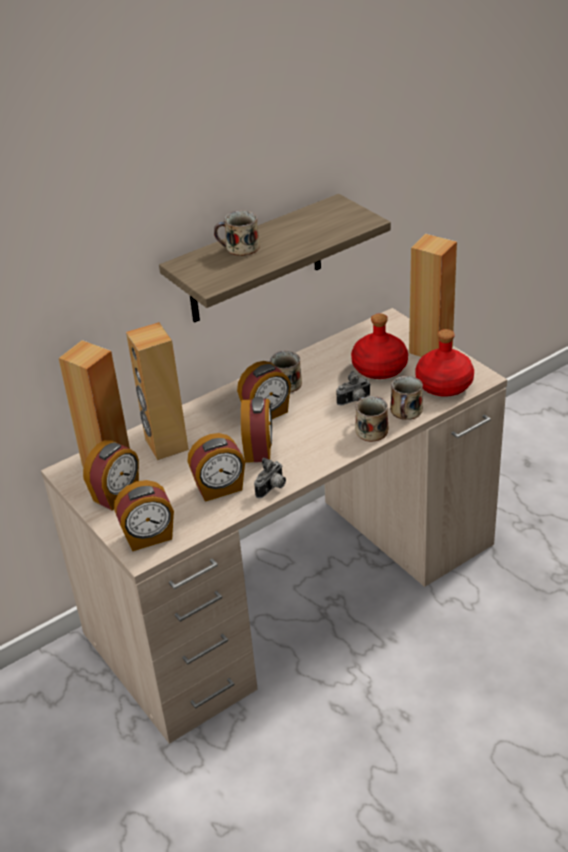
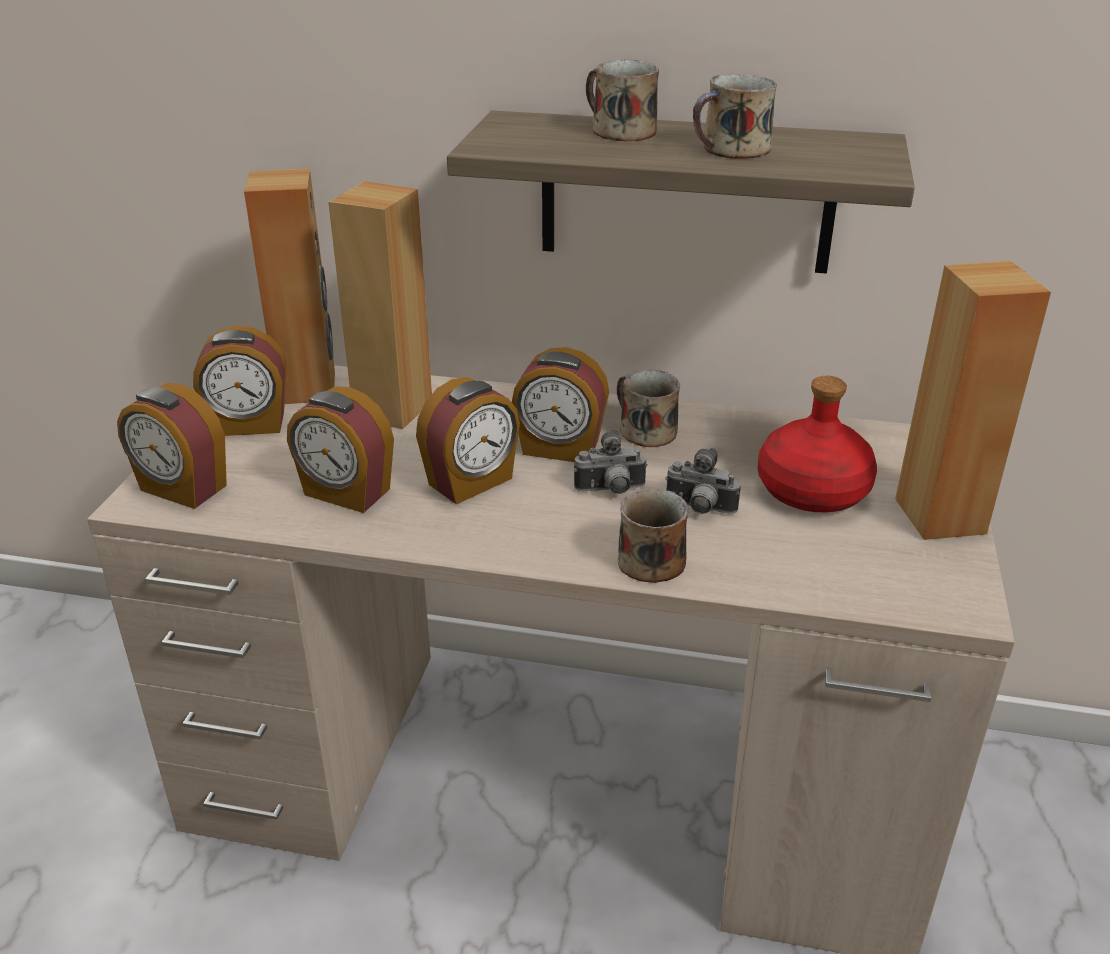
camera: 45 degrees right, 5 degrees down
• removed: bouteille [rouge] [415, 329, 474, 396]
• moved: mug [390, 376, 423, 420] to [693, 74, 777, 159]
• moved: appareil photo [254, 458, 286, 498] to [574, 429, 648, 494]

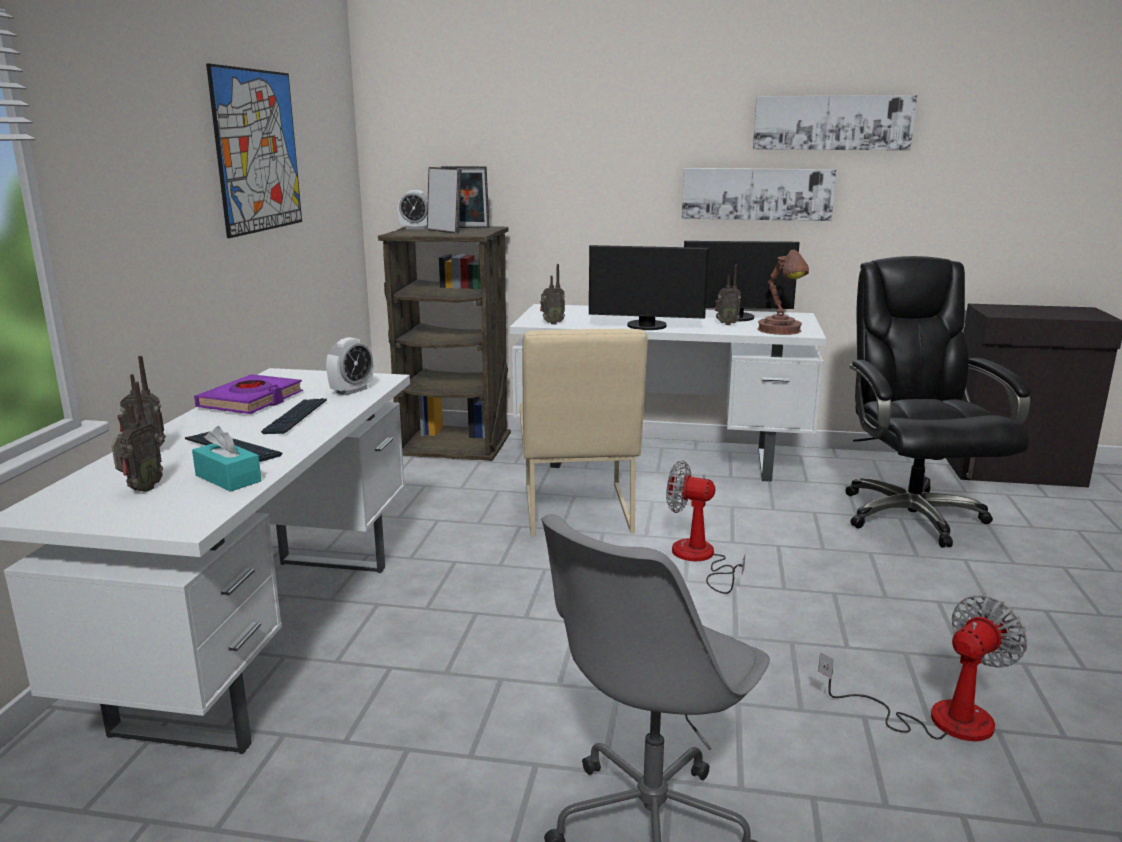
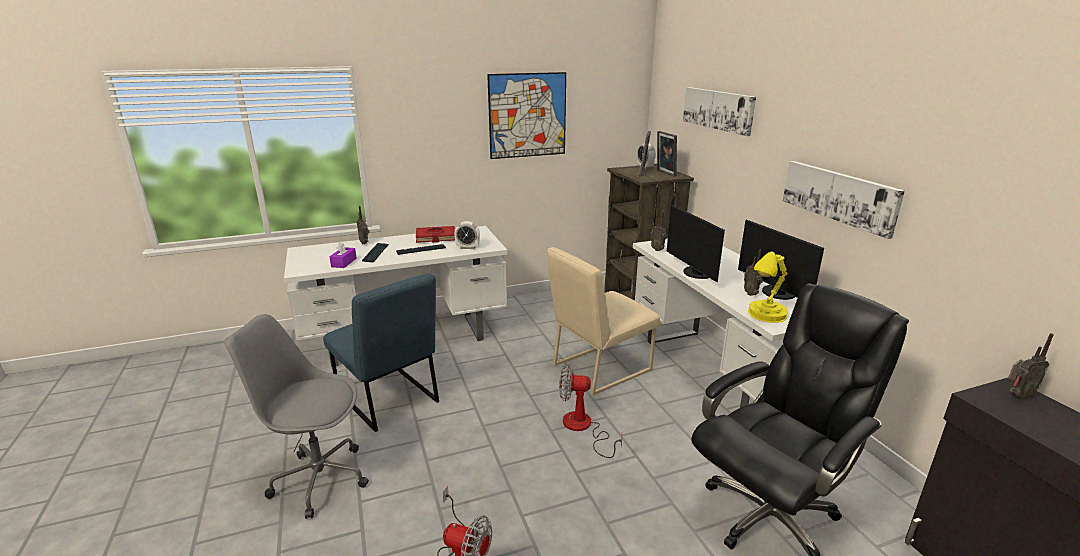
camera: 60 degrees right, 5 degrees up
• moved: tableau [753, 95, 917, 150] to [683, 87, 756, 136]
• recoloured: lampe de table [marron] [758, 249, 809, 335] to lampe de table [jaune] [748, 252, 788, 323]
• recoloured: livre [violet] [194, 374, 303, 414] to livre [rouge] [416, 226, 455, 243]
• moved: radio [112, 382, 163, 492] to [1008, 333, 1054, 400]
• recoloured: boîte à mouchoirs [turquoise] [192, 426, 261, 492] to boîte à mouchoirs [violet] [329, 242, 357, 268]
• turned: ventilateur [666, 461, 746, 594] = [559, 364, 622, 458] 75 degrees counterclockwise
• added: chaise [bleu] [323, 273, 439, 432]

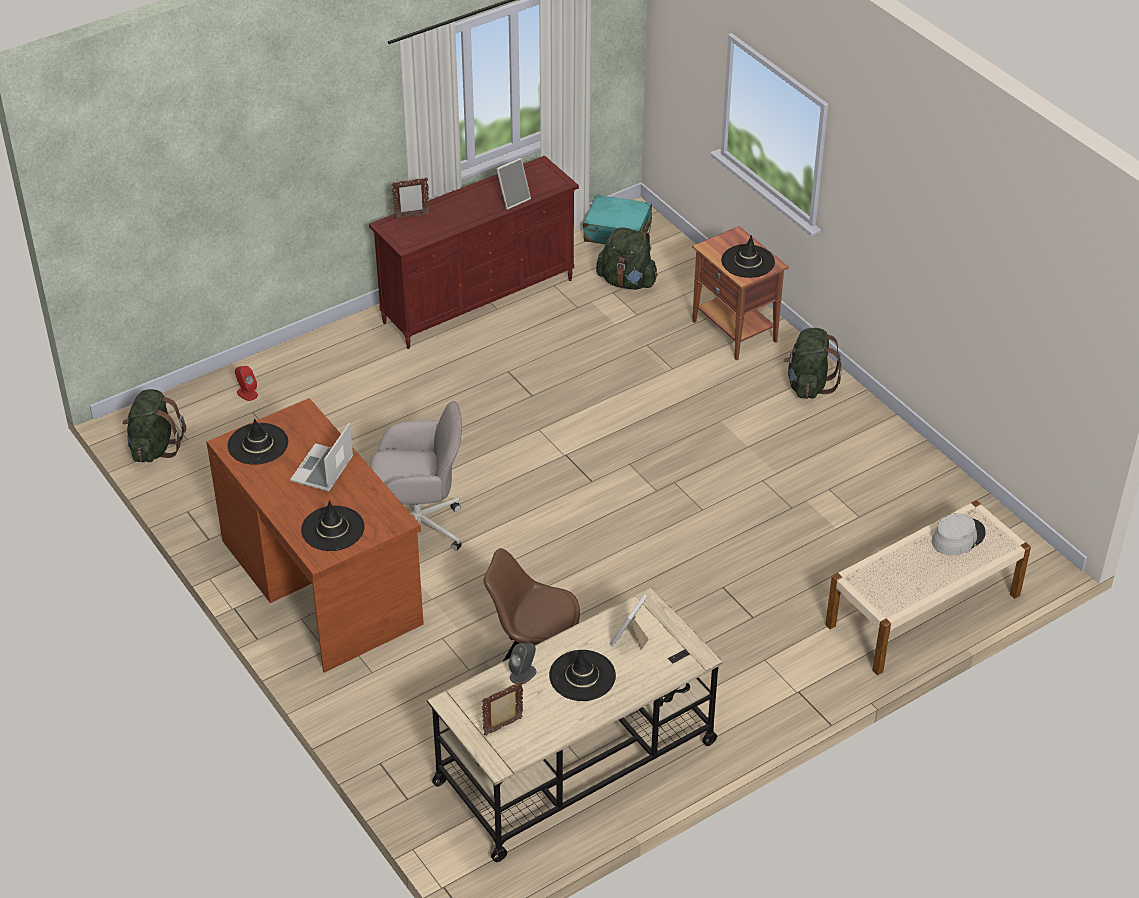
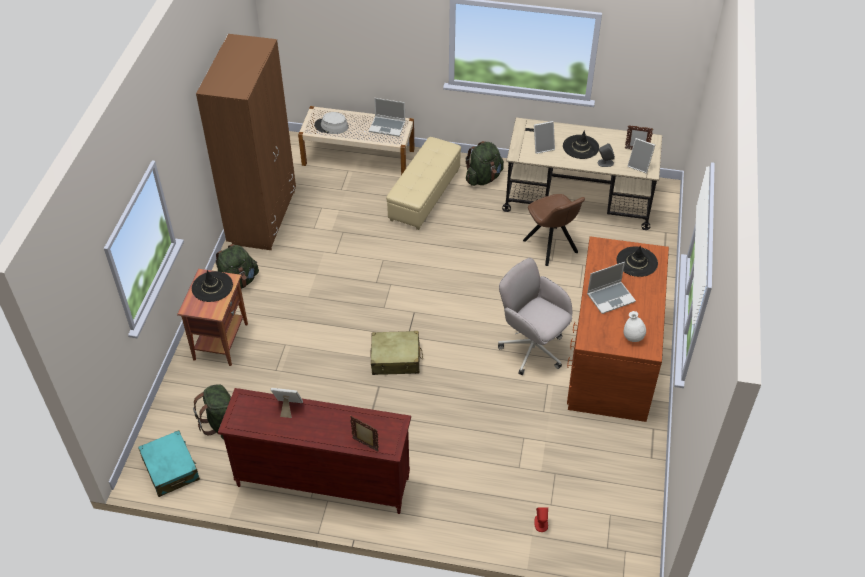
camera: 135 degrees left, 5 degrees up
• moved: sac à dos [vert] [123, 389, 186, 463] to [466, 141, 504, 186]
• replaced: chapeau [noir] [228, 419, 288, 465] to vase [blanc] [624, 311, 646, 342]
• added: armoire [marron] [196, 34, 296, 250]
• added: ordinateur portable [369, 98, 406, 137]
• added: pouf [beige] [386, 137, 461, 230]
• added: cadre photo [627, 138, 655, 173]
• added: valise [beige] [370, 331, 423, 375]

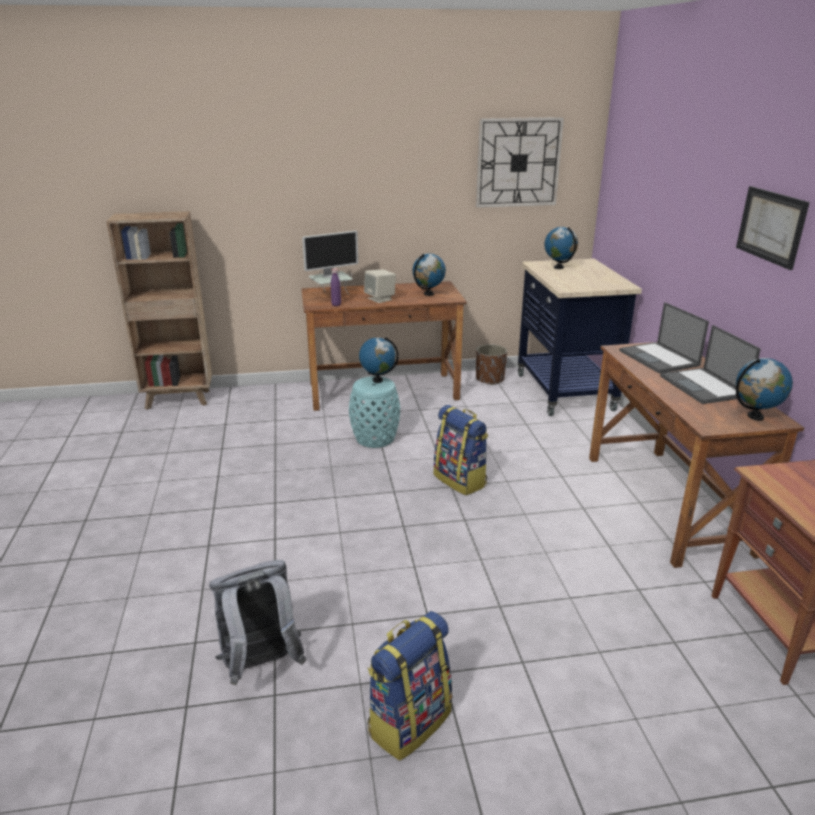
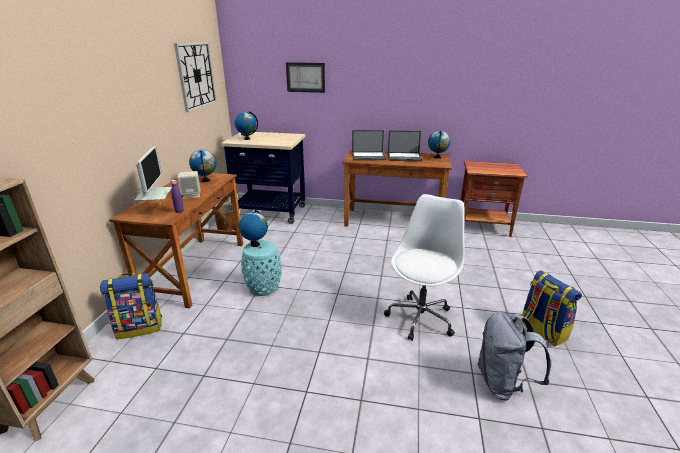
camera: 70 degrees left, 0 degrees up
• moved: tableau [736, 186, 810, 270] to [286, 62, 325, 93]
• moved: sac à dos [434, 405, 488, 496] to [100, 273, 162, 339]
• added: chaise de bureau [blanc] [384, 194, 465, 341]

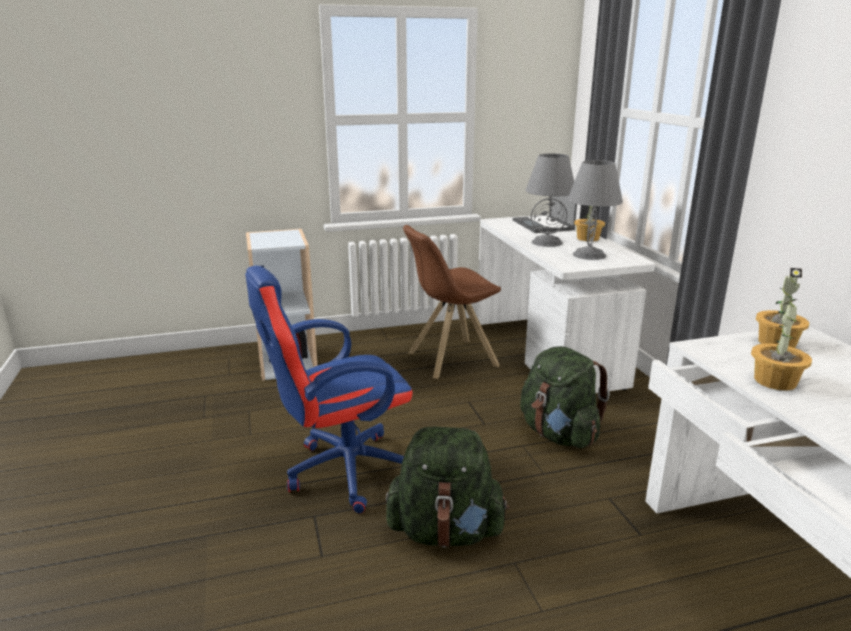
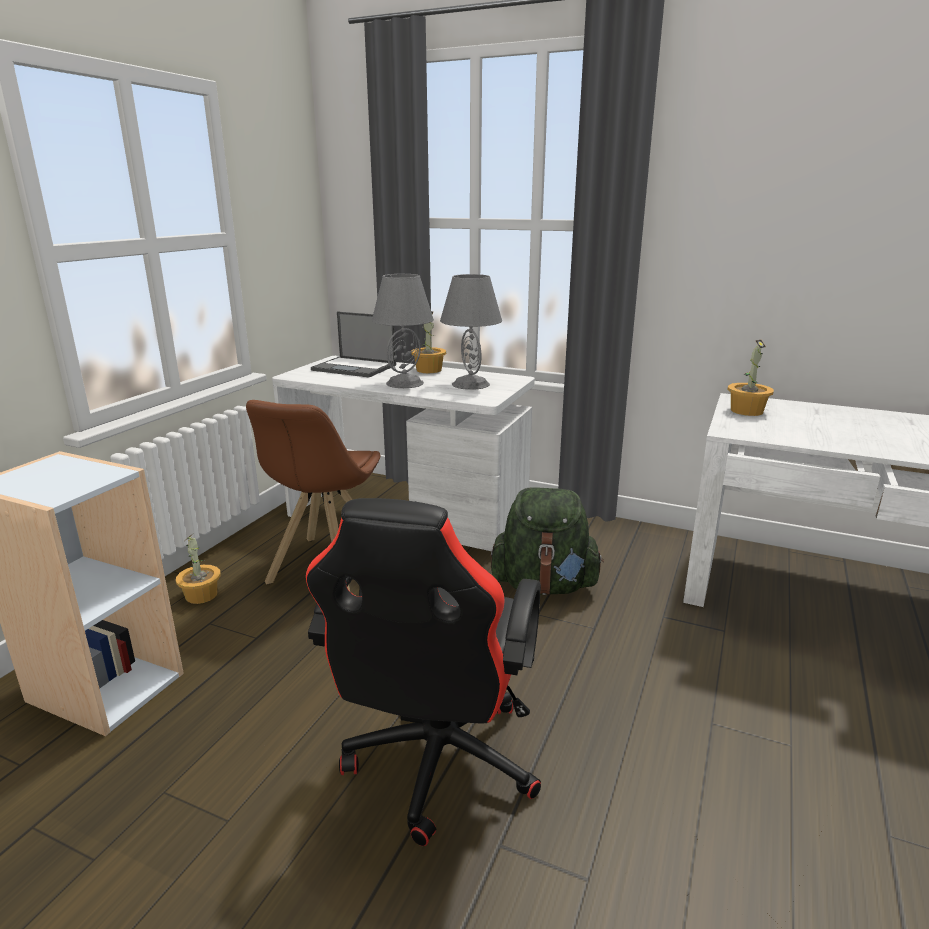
camera: 50 degrees left, 0 degrees up
• recoloured: chaise de bureau [bleu] [245, 266, 412, 514] to chaise de bureau [noir] [306, 498, 541, 846]
• moved: plante en pot [751, 299, 812, 391] to [176, 533, 221, 604]
• removed: sac à dos [vert] [385, 427, 510, 547]

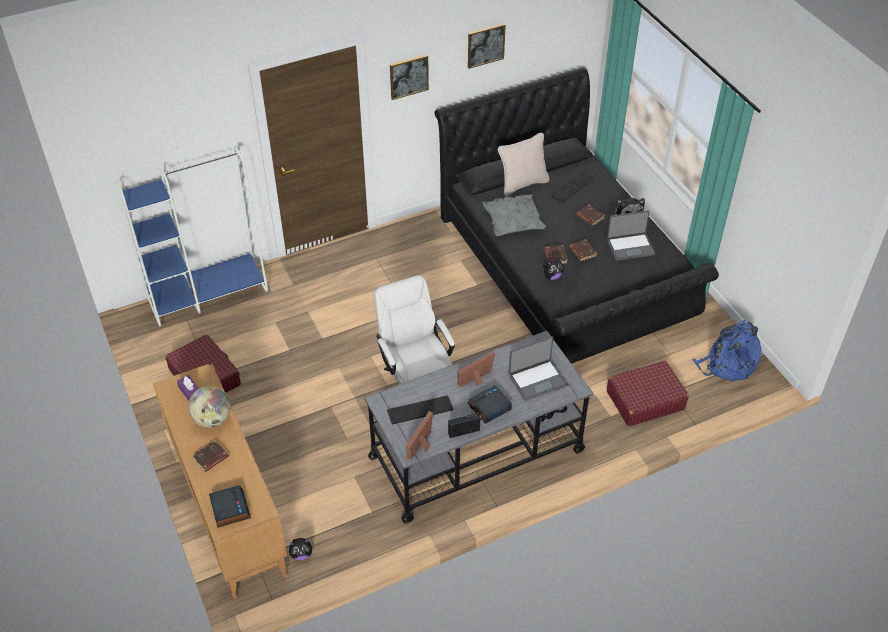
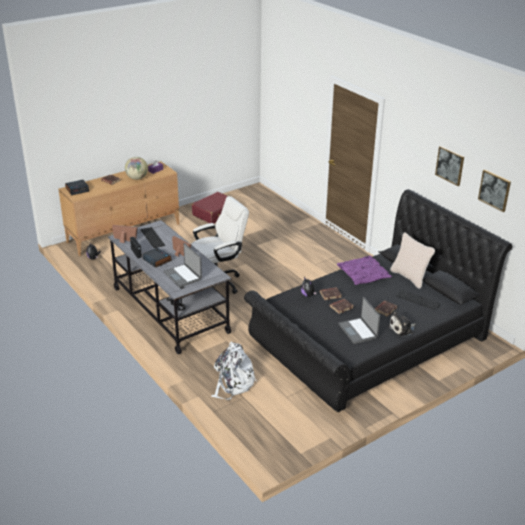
camera: 80 degrees right, 15 degrees down
• moved: tableau [390, 55, 429, 100] to [478, 170, 511, 212]
• removed: portant [bleu] [116, 147, 268, 327]
• recoloured: coussin [gris] [482, 194, 546, 236] to coussin [violet] [337, 256, 392, 285]
• removed: sac à dos [bleu] [693, 320, 762, 382]
• replaced: valise [rouge] [607, 361, 689, 426] to sac à dos [blanc] [211, 342, 257, 400]

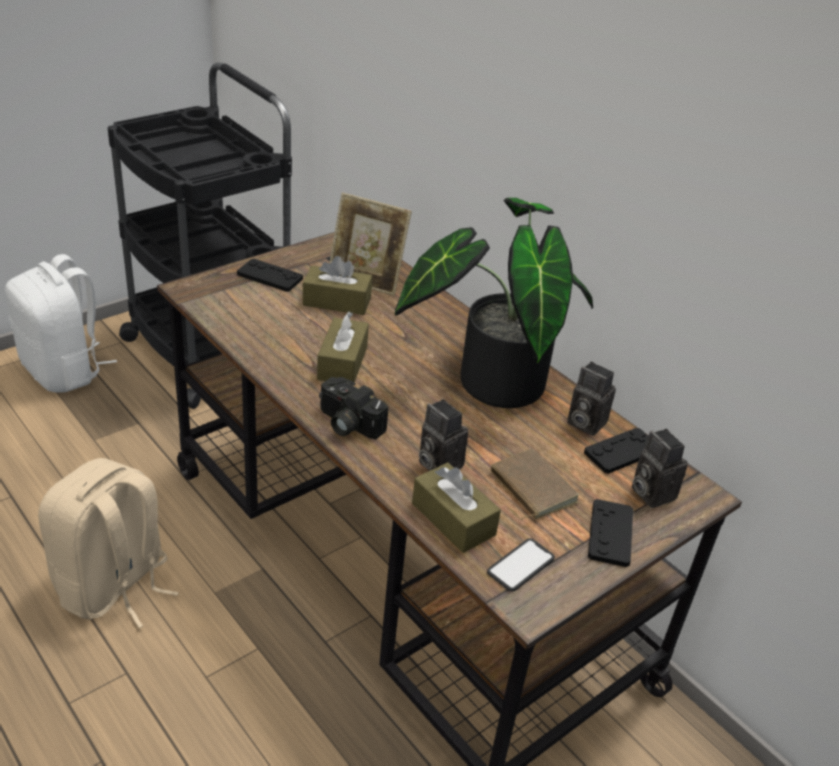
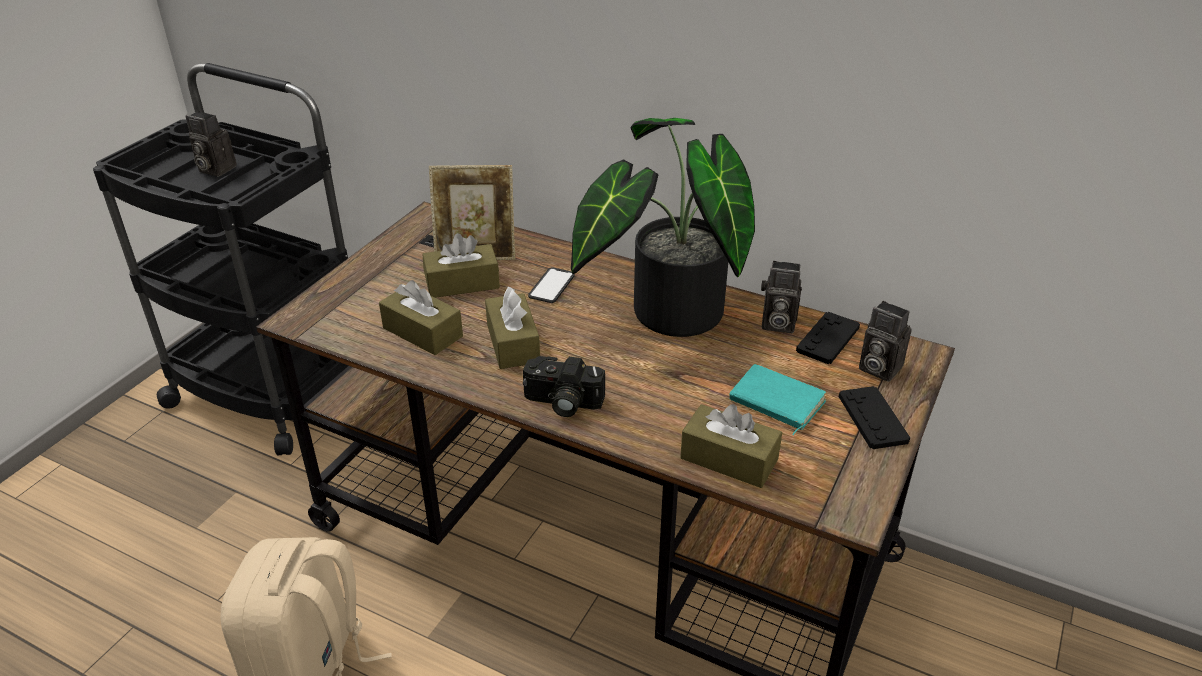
camera: 20 degrees left, 0 degrees up
• removed: sac à dos [blanc] [5, 254, 117, 393]
• removed: manette [noir] [237, 259, 303, 292]
• moved: appareil photo [419, 399, 468, 471] to [186, 112, 236, 177]
• recoloured: livre [marron] [491, 449, 579, 520] to livre [turquoise] [729, 364, 826, 436]
• moved: téléphone [487, 538, 555, 591] to [528, 267, 575, 303]
• added: boîte à mouchoirs [marron] [379, 280, 463, 355]

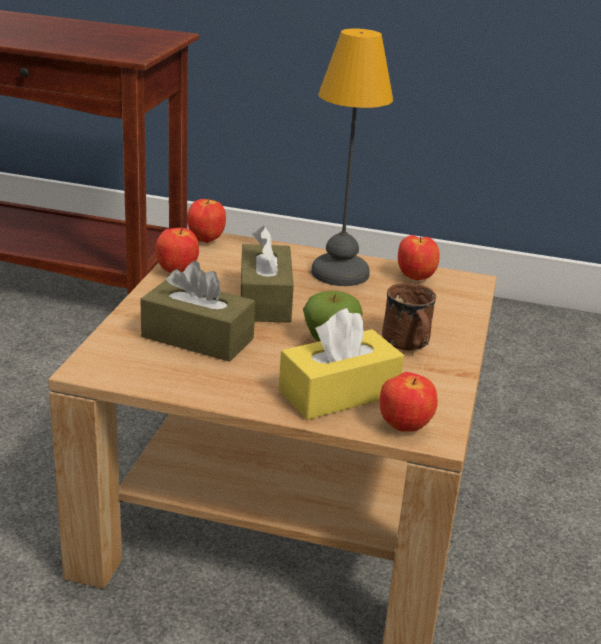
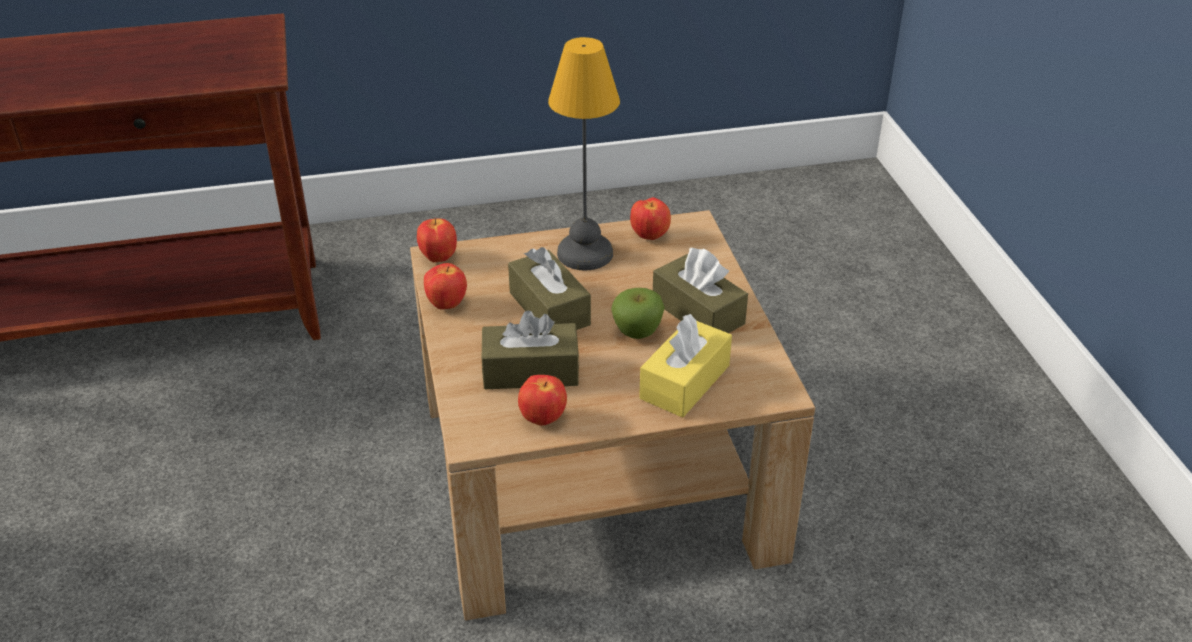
camera: 25 degrees left, 10 degrees up
• replaced: mug [marron] [382, 283, 436, 350] to boîte à mouchoirs [marron] [653, 248, 748, 333]
• moved: pomme [380, 372, 438, 432] to [518, 375, 567, 426]

